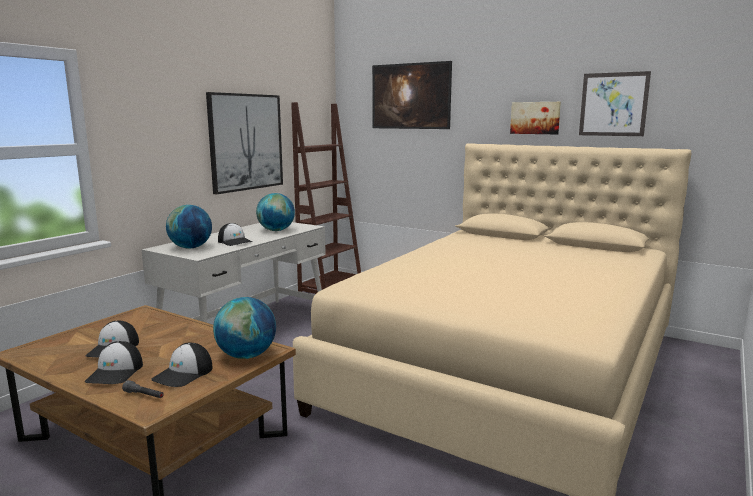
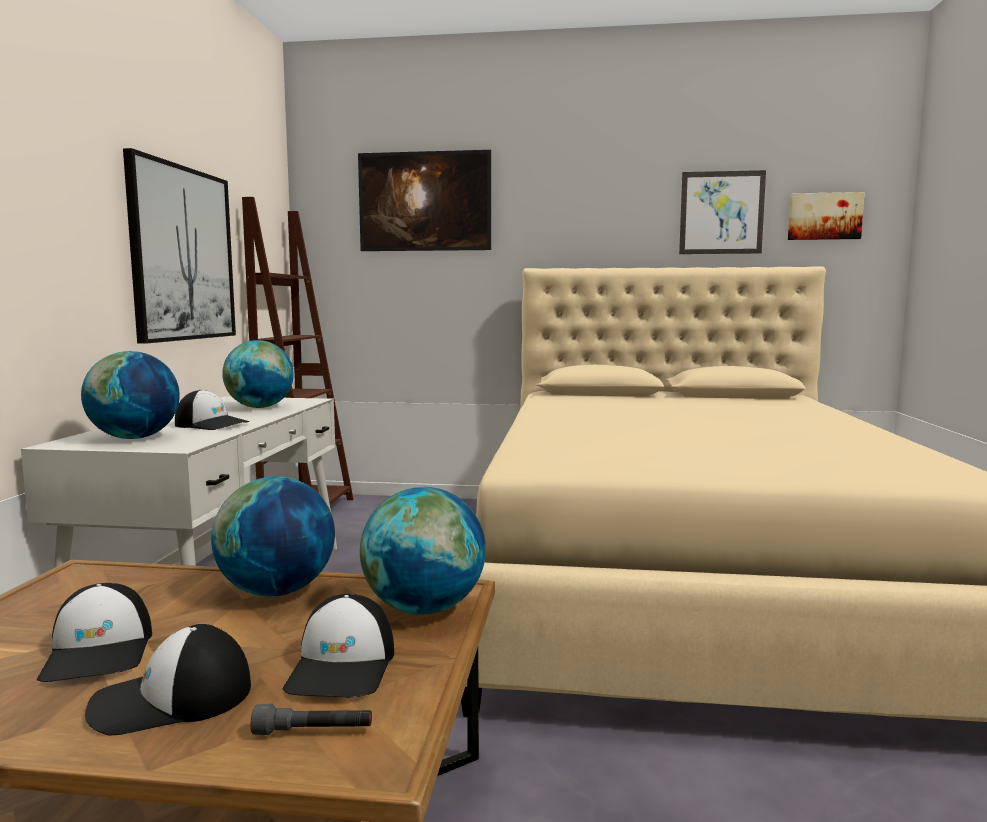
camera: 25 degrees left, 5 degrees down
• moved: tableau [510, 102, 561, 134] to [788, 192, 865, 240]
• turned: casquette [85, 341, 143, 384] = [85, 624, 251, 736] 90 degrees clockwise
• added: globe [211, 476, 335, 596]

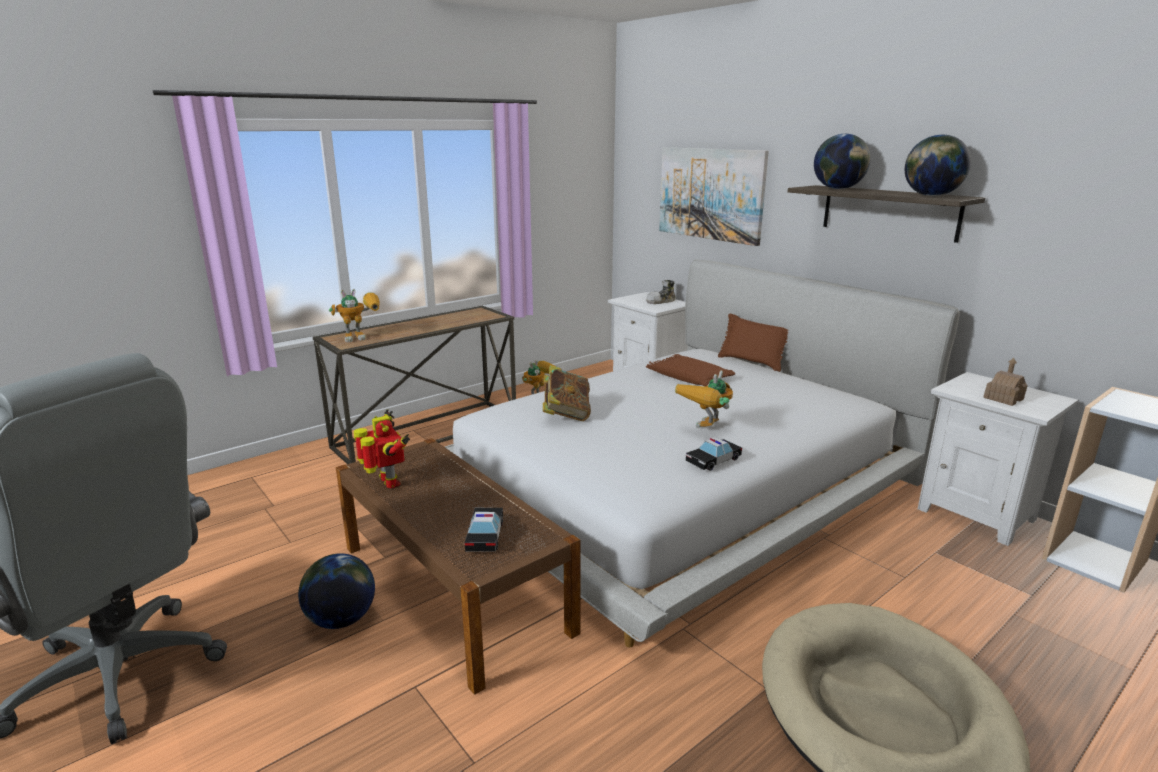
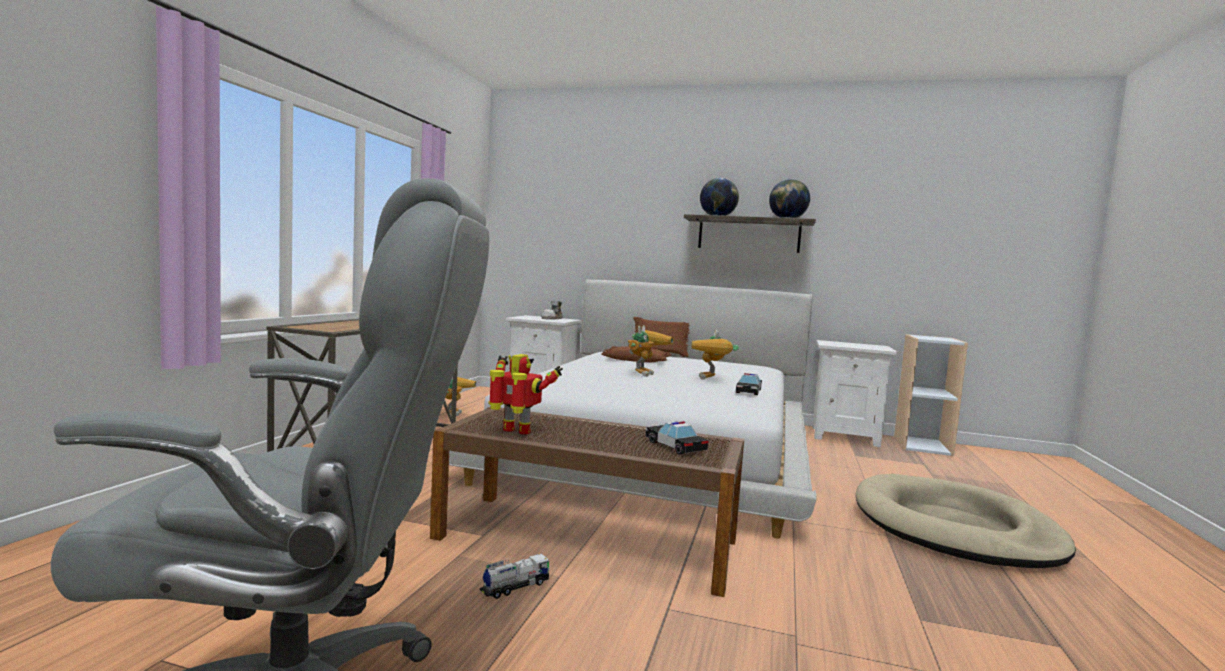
camera: 35 degrees left, 15 degrees down
• removed: tableau [659, 147, 769, 246]
• moved: robot jouet [329, 289, 379, 342] to [628, 325, 674, 377]
• removed: maison miniature [983, 358, 1028, 406]
• removed: livre [543, 365, 591, 421]
• replaced: globe [298, 553, 375, 629] to camion jouet [480, 553, 550, 599]

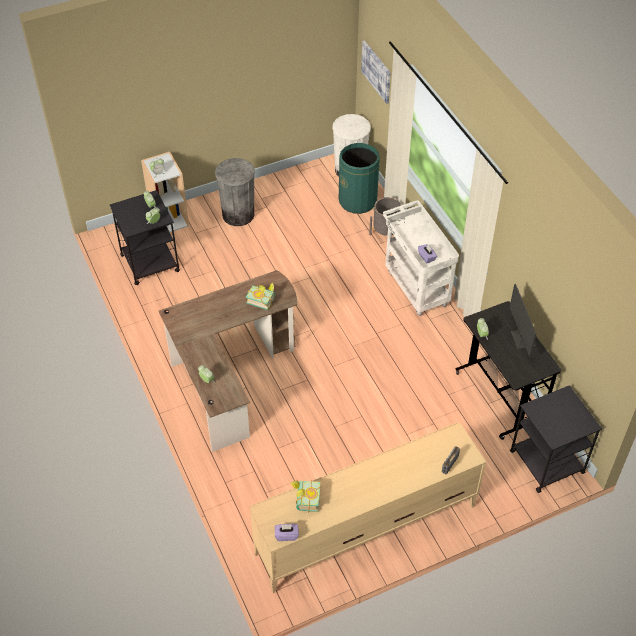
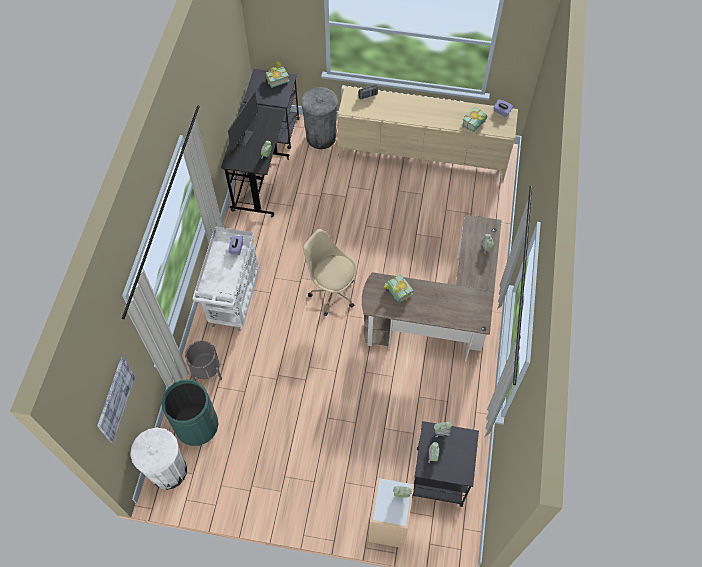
camera: 145 degrees left, 10 degrees up
• moved: poubelle [gris] [215, 158, 255, 226] to [301, 87, 338, 149]
• added: livre [265, 61, 290, 88]
• added: chaise de bureau [beige] [303, 229, 357, 316]

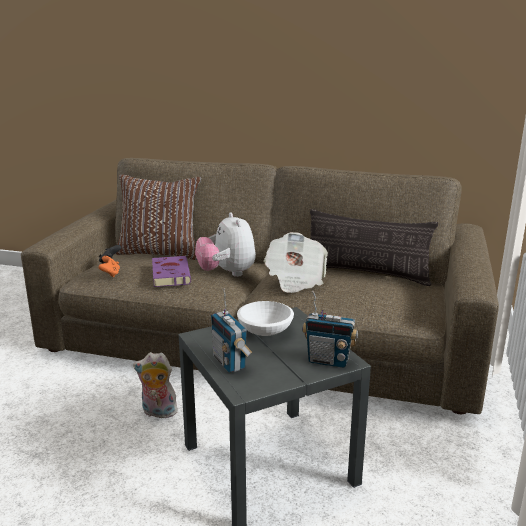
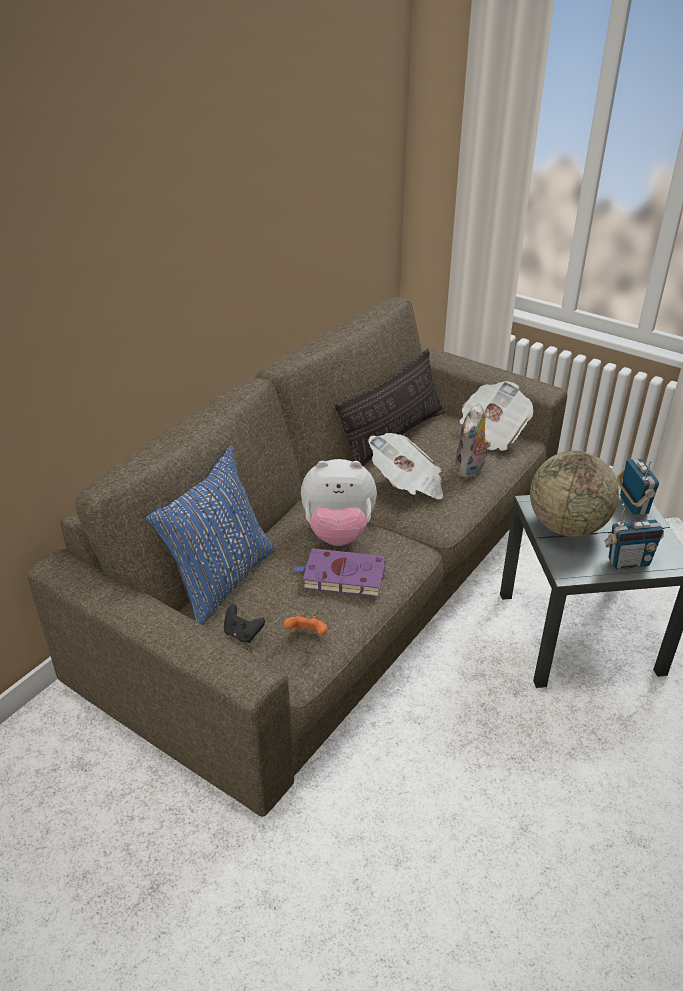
camera: 70 degrees left, 15 degrees up
• recoloured: coussin [marron] [115, 174, 201, 260] to coussin [bleu] [145, 445, 275, 625]
• turned: radio [302, 291, 358, 368] = [617, 459, 659, 515] 45 degrees counterclockwise
• replaced: bol [blanc] [237, 301, 294, 336] to globe [530, 451, 619, 537]
• moved: peluche [133, 352, 178, 418] to [453, 403, 491, 479]
• added: journal [459, 381, 534, 451]

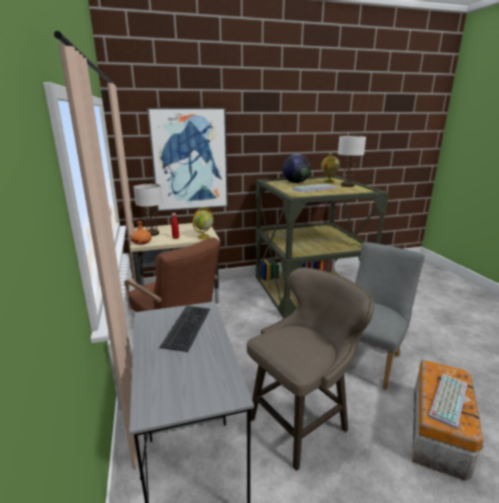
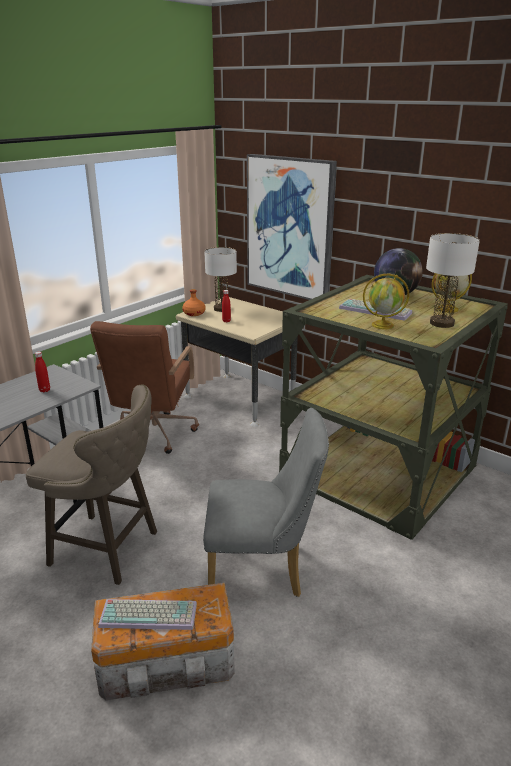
camera: 55 degrees right, 5 degrees up
• moved: globe [193, 207, 214, 239] to [363, 273, 409, 329]
• replaced: clavier [160, 306, 210, 352] to bouteille [rouge] [35, 352, 50, 392]

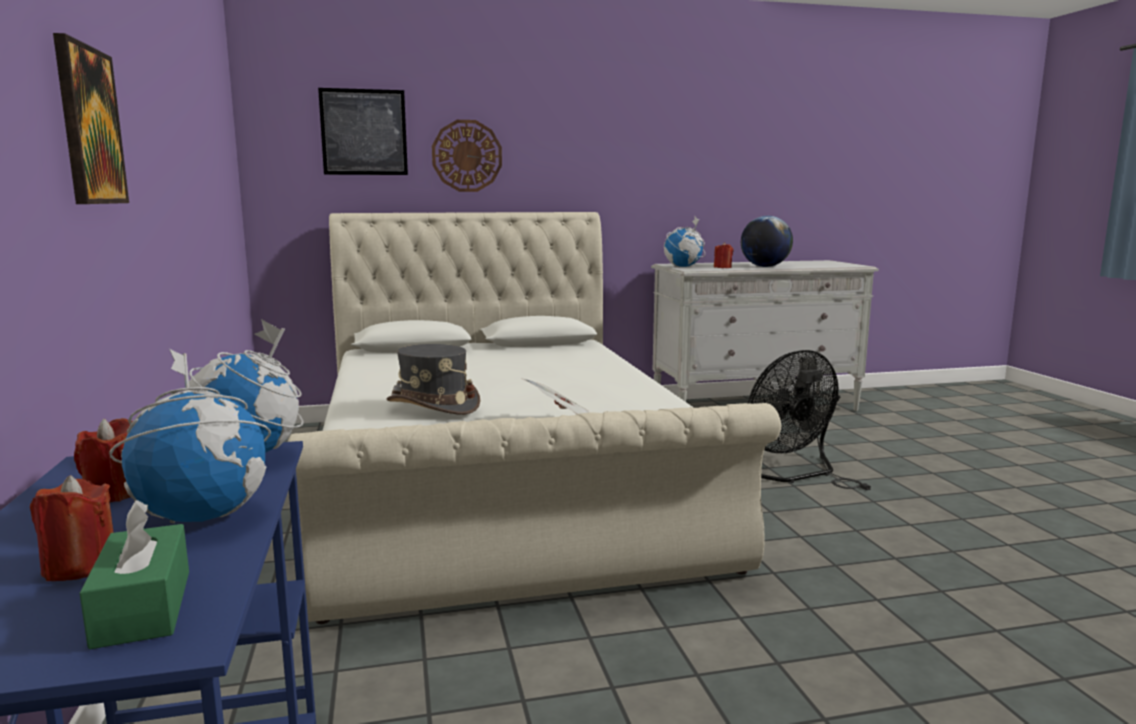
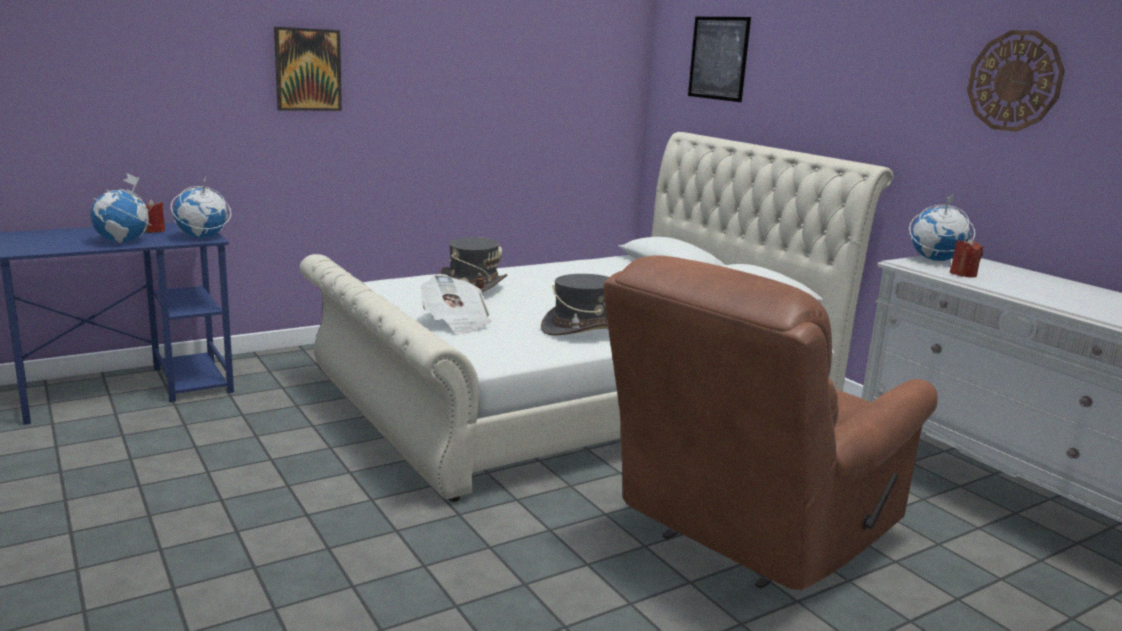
camera: 70 degrees right, 5 degrees up
• moved: horloge murale [432, 120, 502, 192] to [967, 30, 1065, 132]
• removed: globe [741, 216, 793, 267]
• replaced: ventilateur [noir] [748, 350, 871, 490] to fauteuil [marron] [603, 255, 938, 590]
• removed: bougie [rouge] [30, 475, 114, 581]
• removed: boîte à mouchoirs [vert] [80, 500, 189, 649]
• added: chapeau [gris] [541, 274, 609, 336]

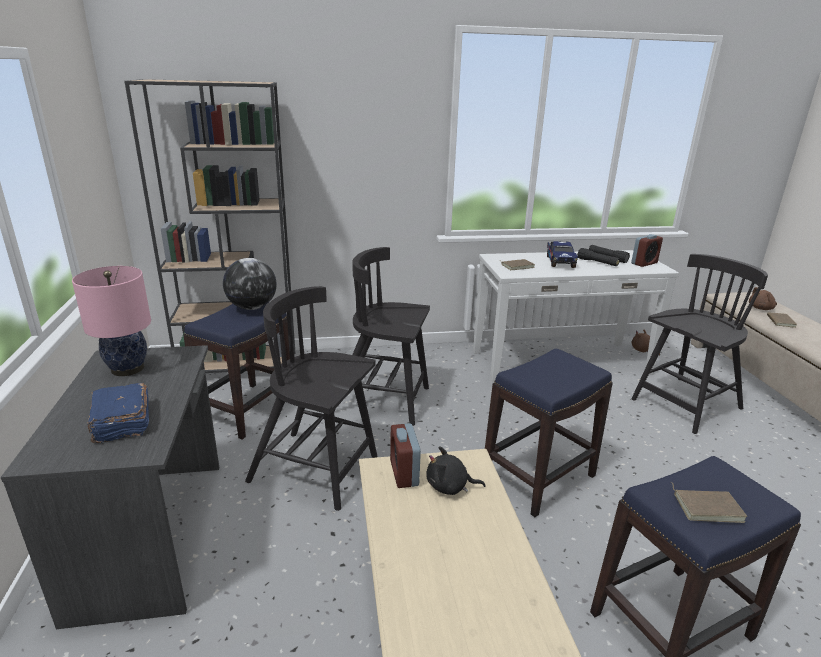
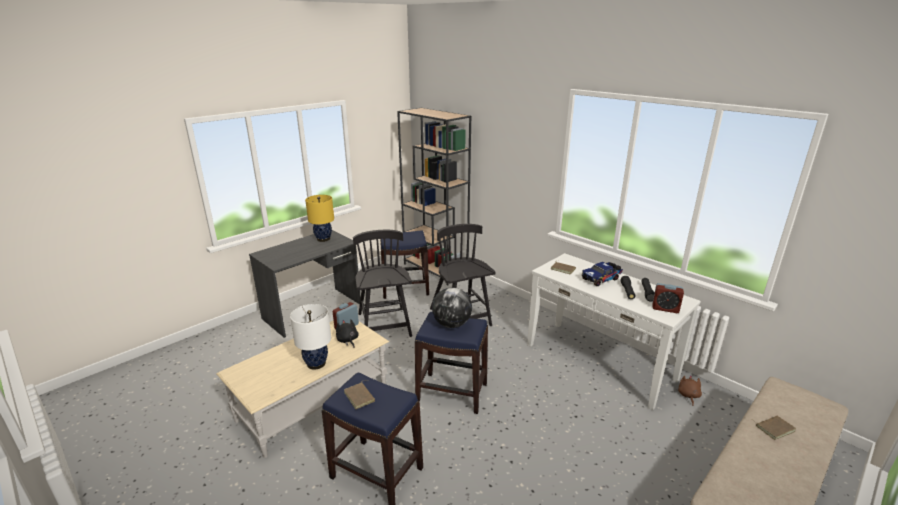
camera: 55 degrees right, 0 degrees up
• removed: chaise [noir] [631, 254, 768, 434]
• moved: globe [223, 258, 276, 310] to [432, 288, 472, 328]
• recoloured: lampe de table [rose] [72, 266, 151, 376] to lampe de table [jaune] [305, 195, 334, 242]
• removed: peluche [marron] [749, 287, 777, 310]
• removed: livre [bleu] [88, 383, 149, 443]
• added: lampe de table [blanc] [290, 304, 331, 370]

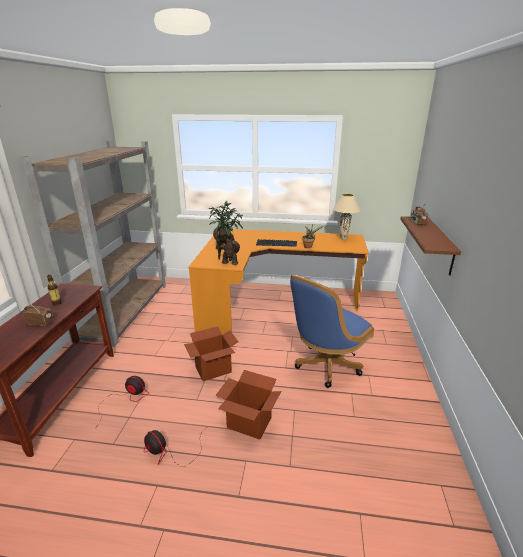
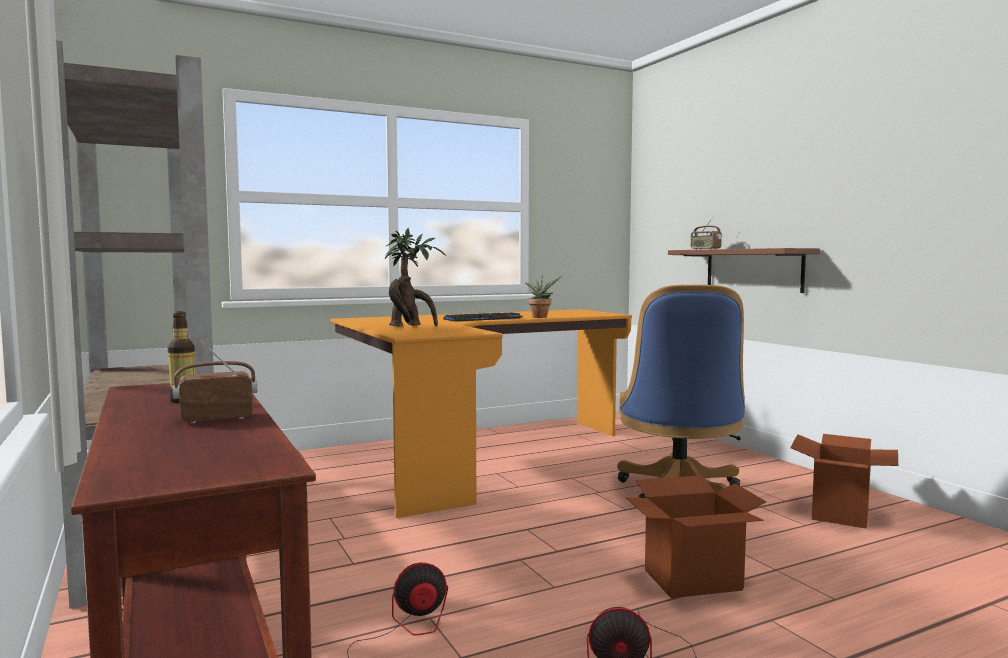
camera: 35 degrees left, 20 degrees down
• removed: lampe de table [beige] [333, 194, 360, 240]
• removed: plante en pot [209, 213, 243, 265]
• moved: carton [184, 326, 238, 381] to [790, 434, 898, 529]

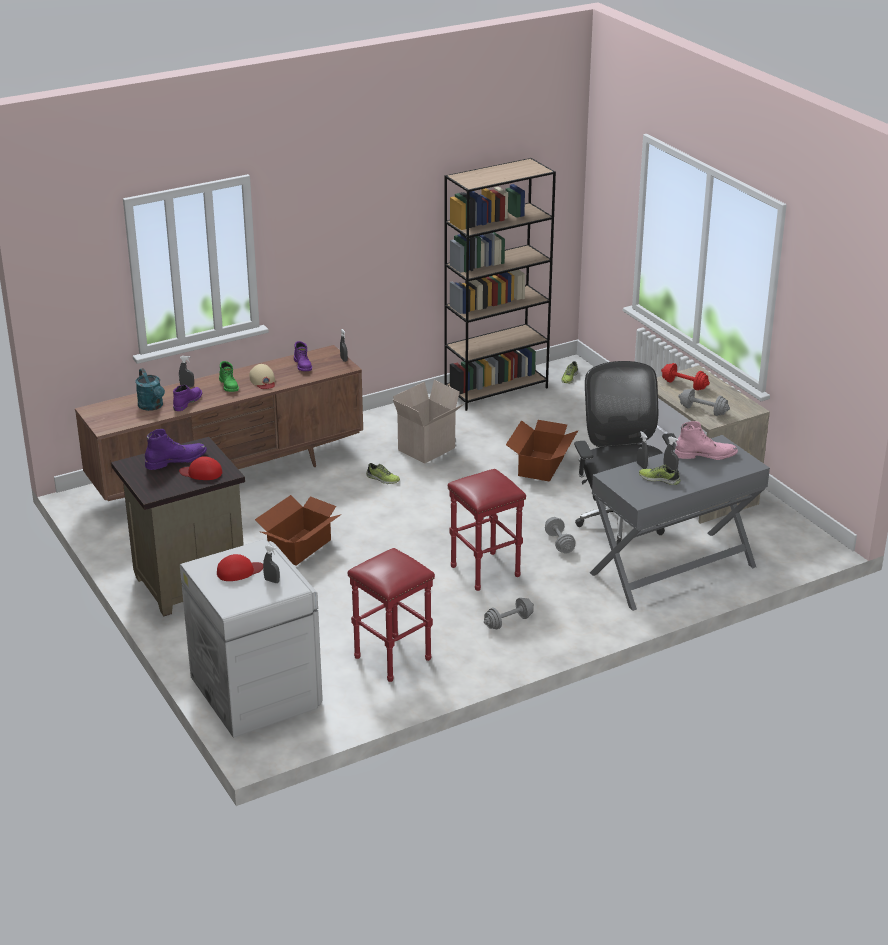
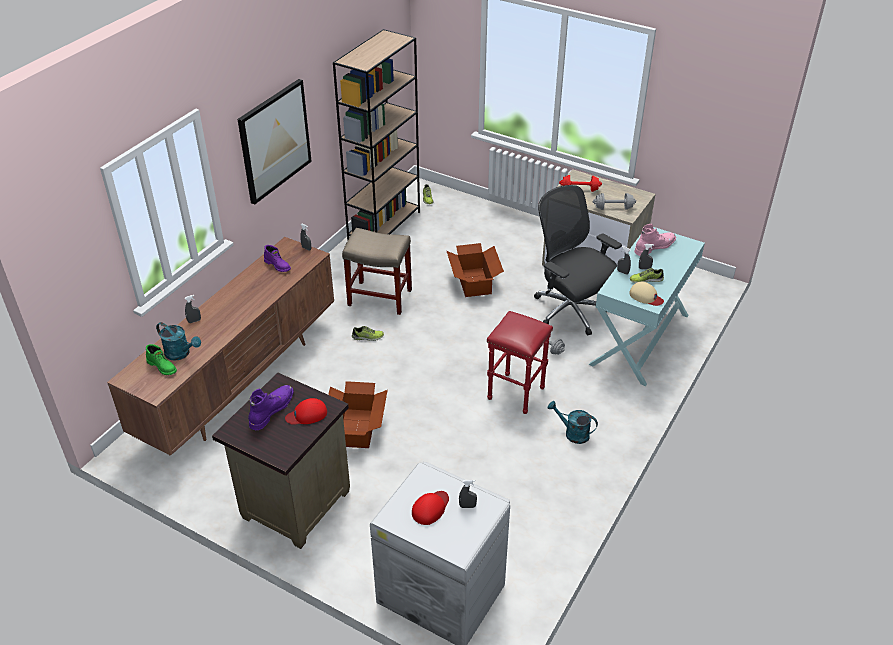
camera: 30 degrees left, 10 degrees up
• moved: botte [vert] [219, 361, 239, 392] to [146, 344, 177, 375]
• moved: casquette [beige] [250, 364, 275, 389] to [629, 282, 664, 306]
• replaced: carton [393, 380, 464, 464] to tabouret [beige] [342, 228, 412, 315]
• removed: botte [violet] [173, 385, 202, 411]
• recoloured: bureau [gris] [590, 435, 770, 611] to bureau [turquoise] [589, 227, 705, 386]
• removed: tabouret [rouge] [348, 548, 435, 682]
• replaced: haltère [gris] [484, 598, 534, 629] to arrosoir [turquoise] [548, 401, 598, 444]
• added: tableau [238, 79, 312, 205]

